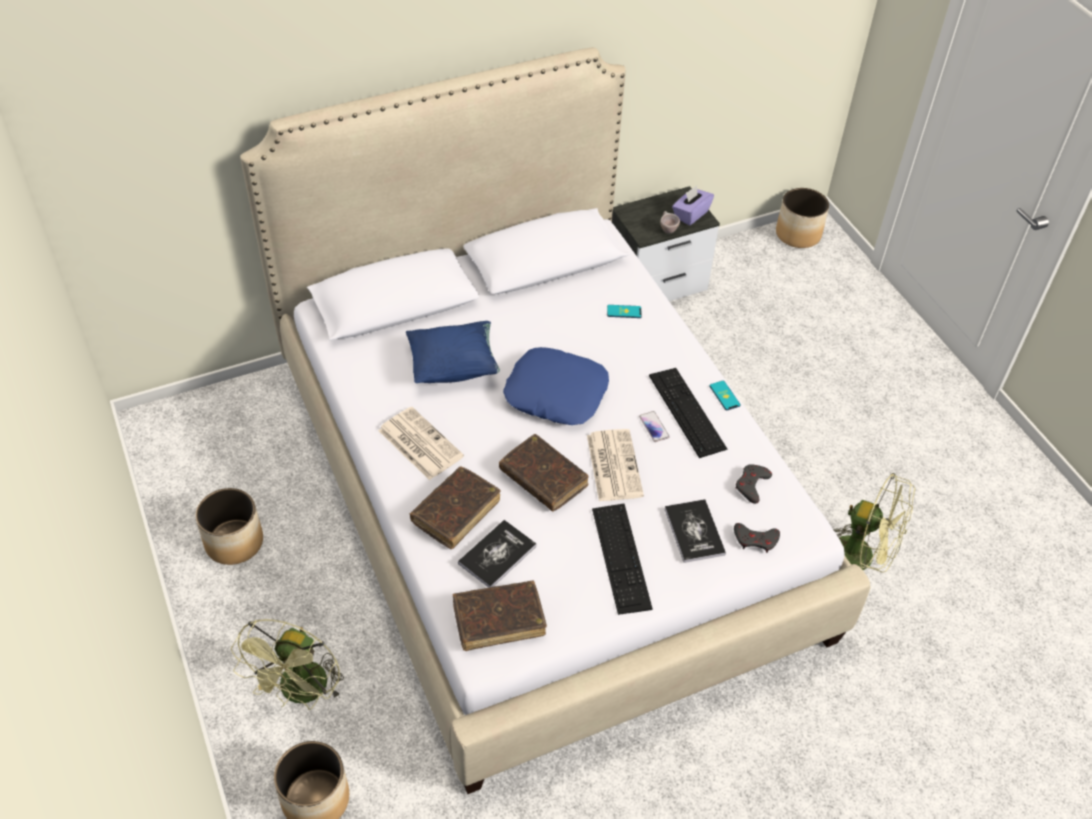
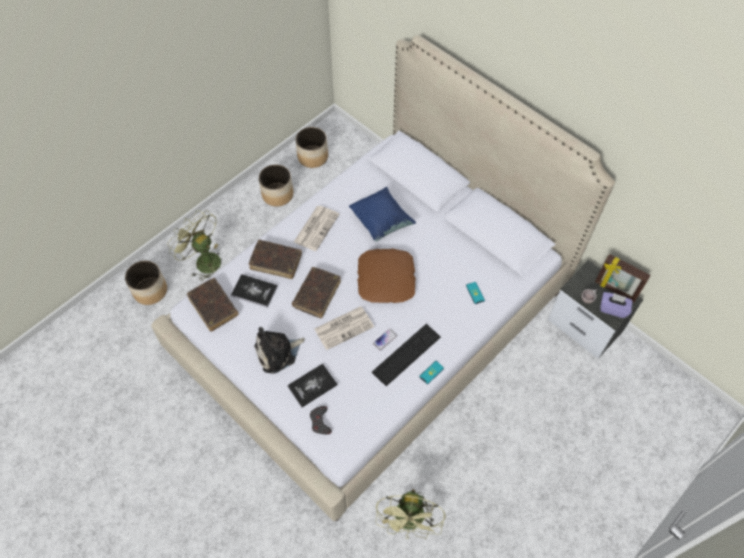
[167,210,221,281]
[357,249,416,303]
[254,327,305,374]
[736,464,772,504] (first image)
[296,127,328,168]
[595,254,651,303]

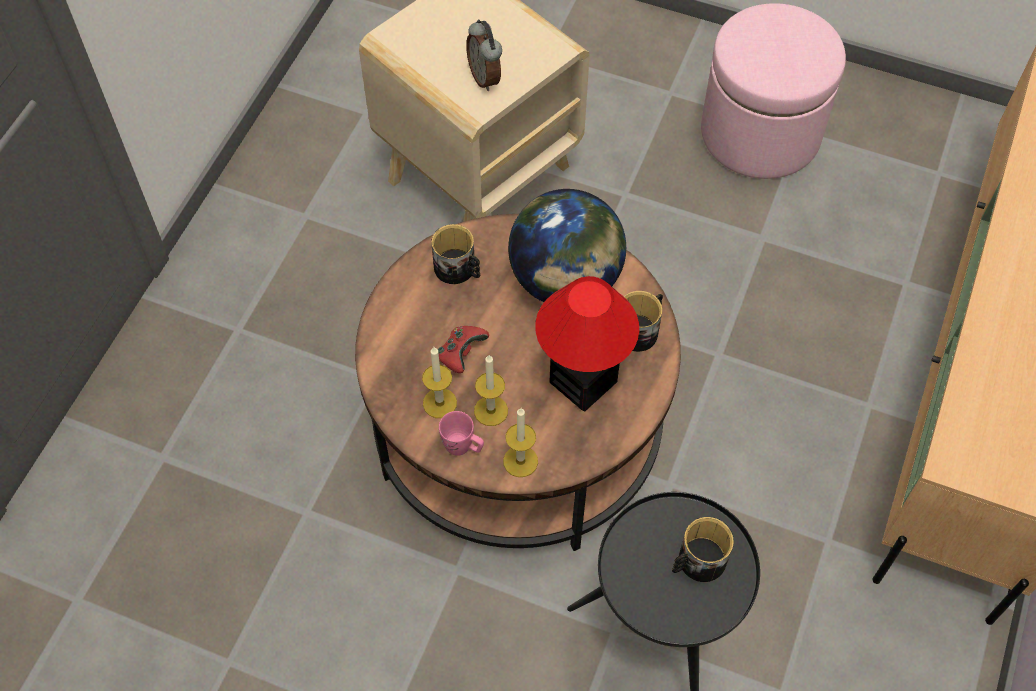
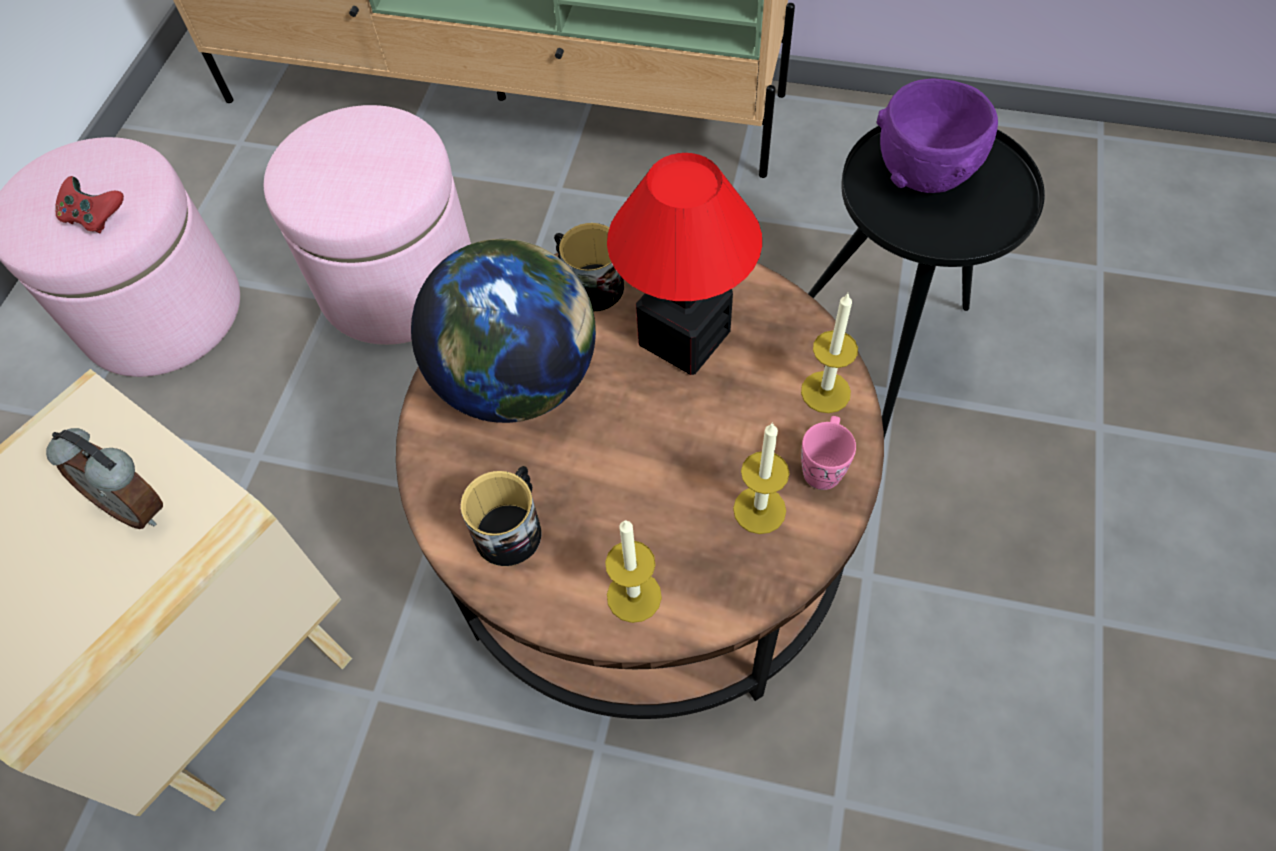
[55,176,124,233]
[46,428,163,529]
[605,520,662,623]
[877,78,998,193]
[264,105,471,345]

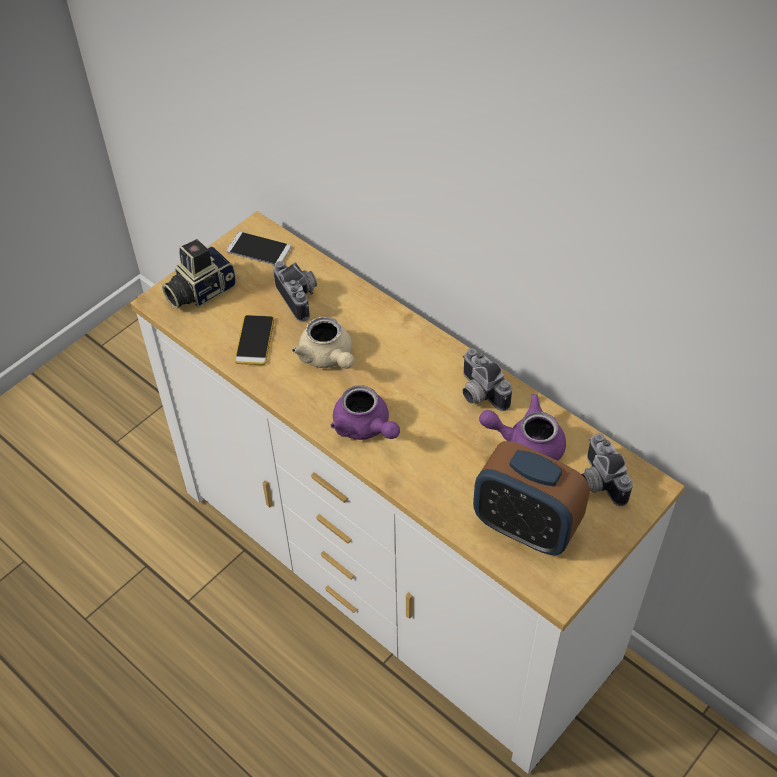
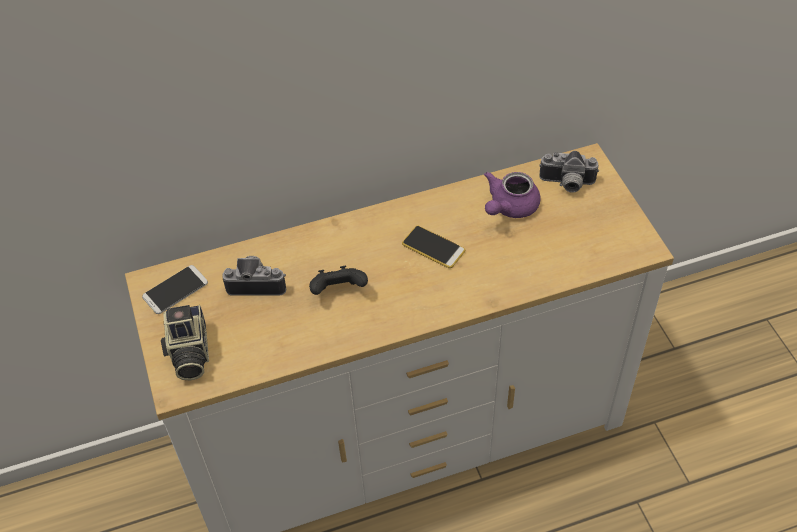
[402,226,465,268]
[309,266,368,295]
[331,385,400,440] (first image)
[463,348,512,411] (first image)
[473,441,590,555] (first image)

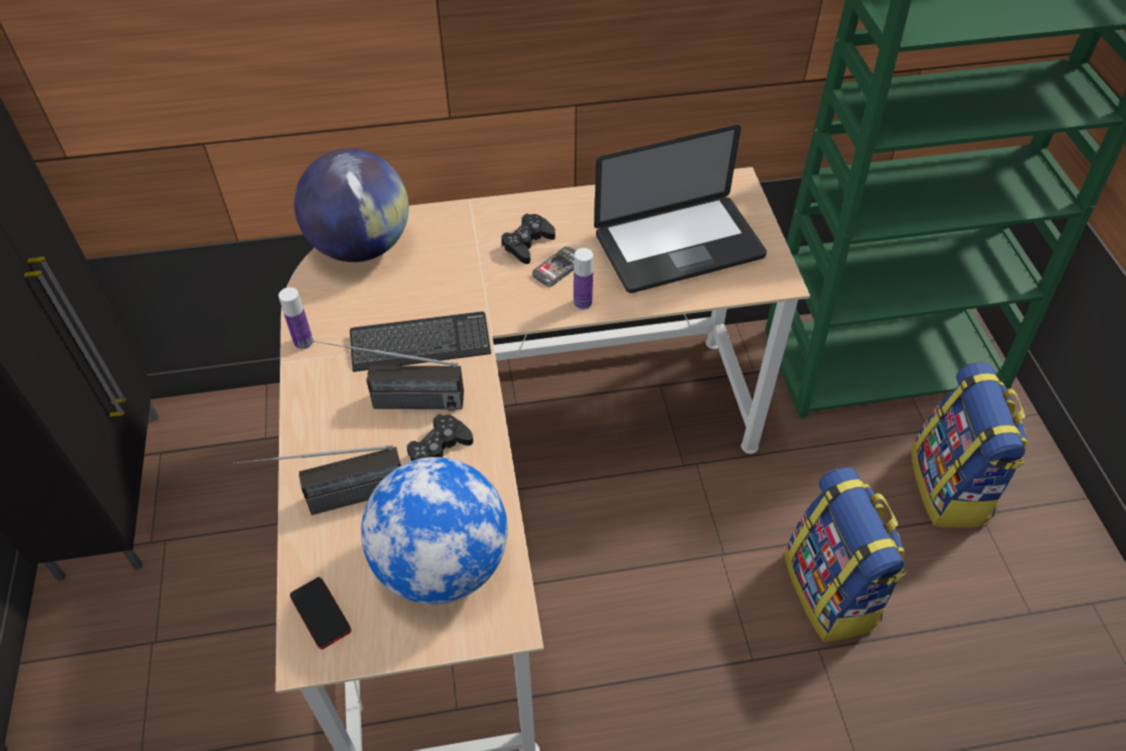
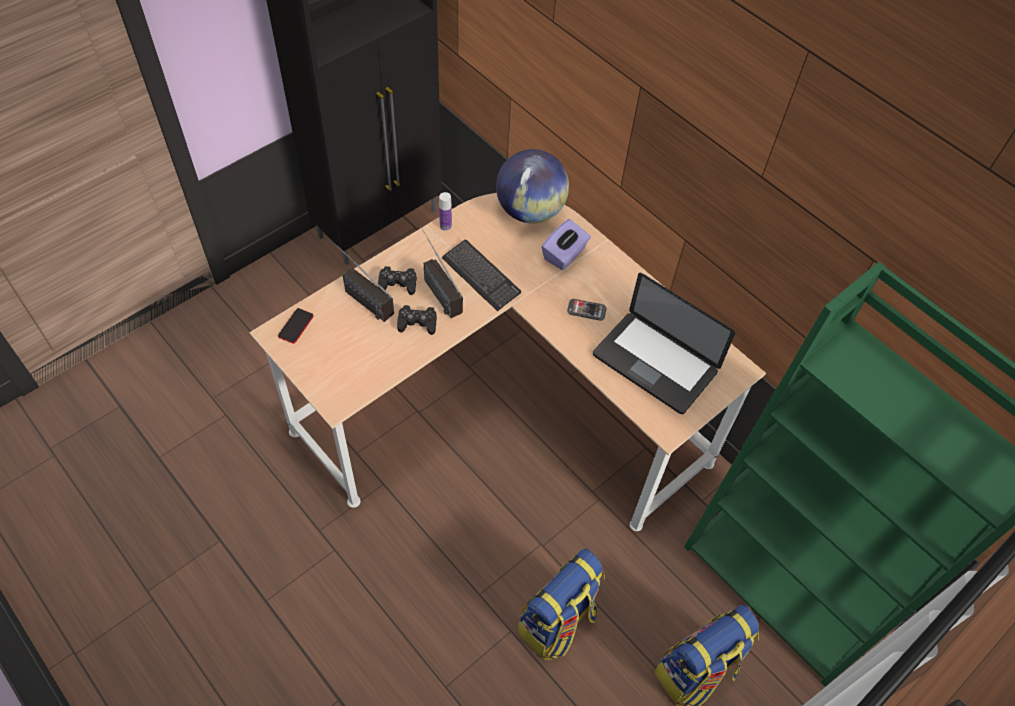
[361,457,508,604] (first image)
[378,266,417,295]
[573,248,593,310] (first image)
[542,219,591,270]

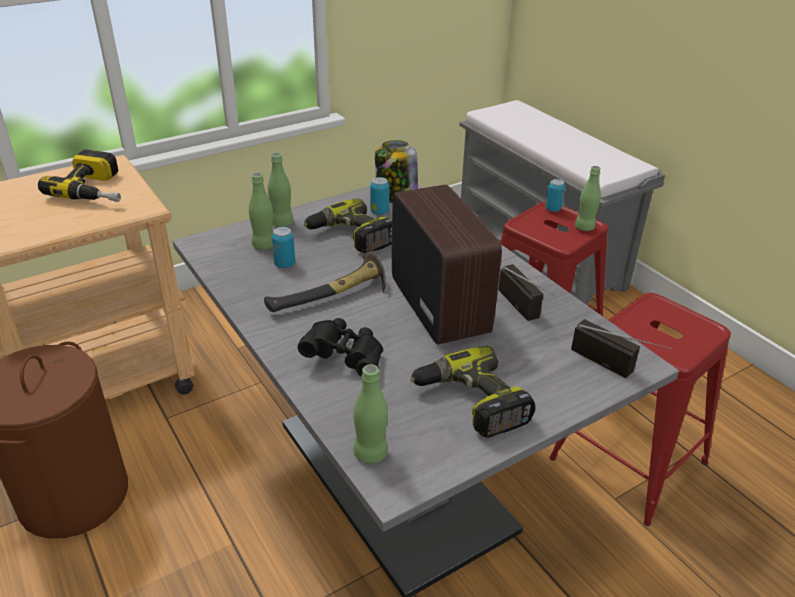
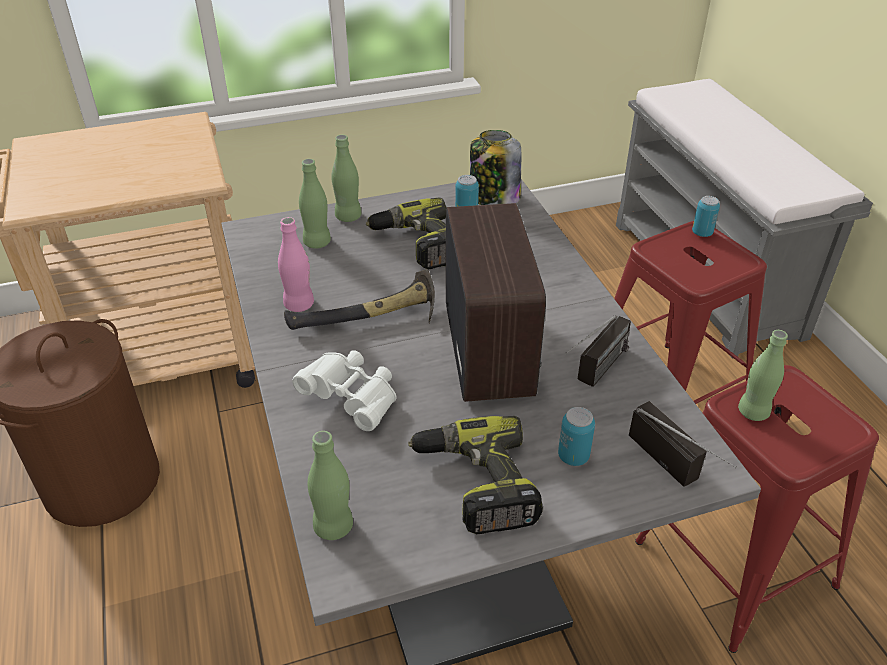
[38,149,121,202] (first image)
[558,407,595,466]
[293,350,396,431]
[565,315,631,387]
[738,330,788,421]
[278,217,314,312]

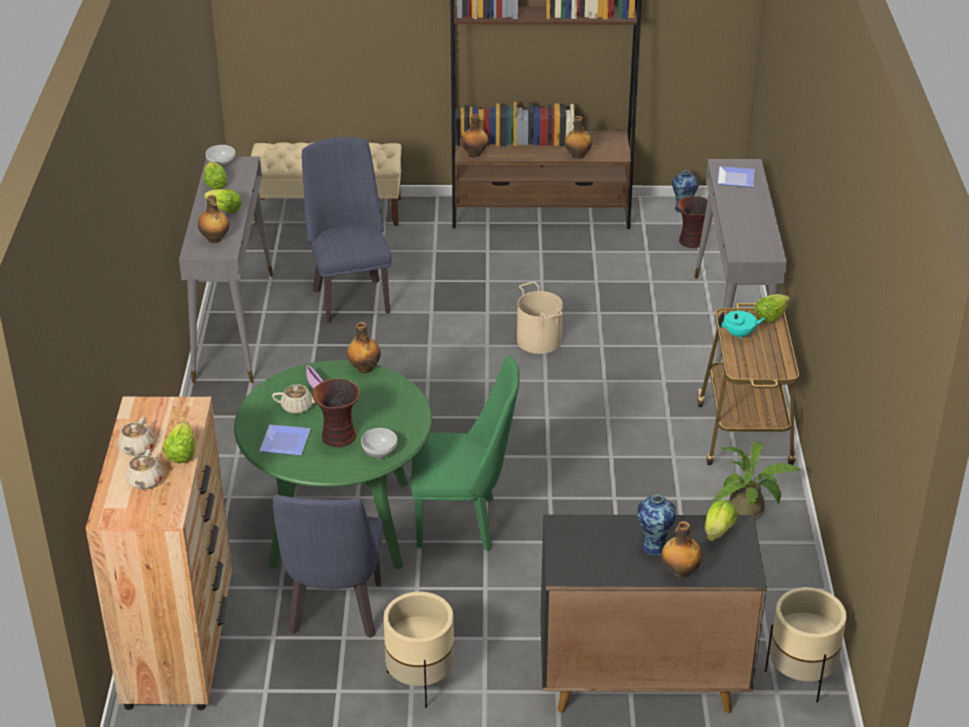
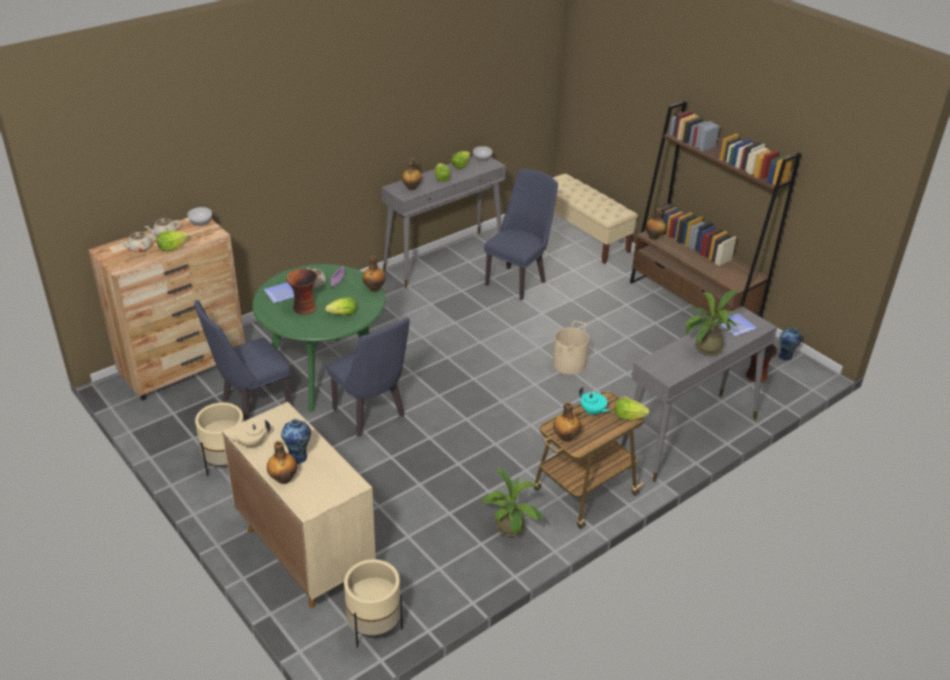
[188,207,212,226]
[327,318,410,437]
[222,402,376,608]
[553,402,581,442]
[325,297,356,315]
[227,420,271,448]
[686,290,738,356]

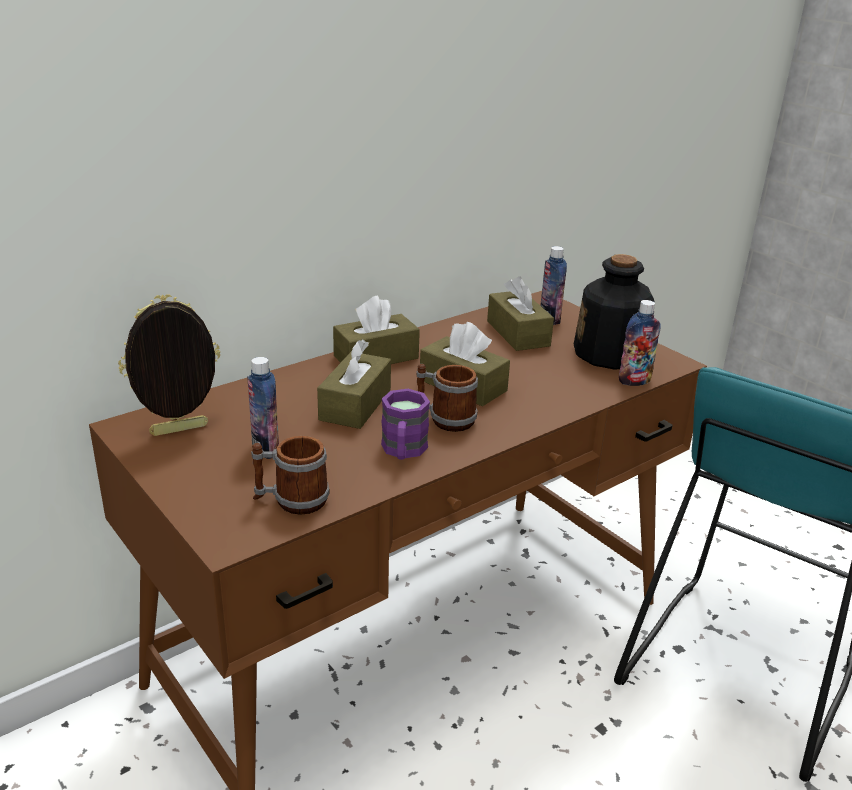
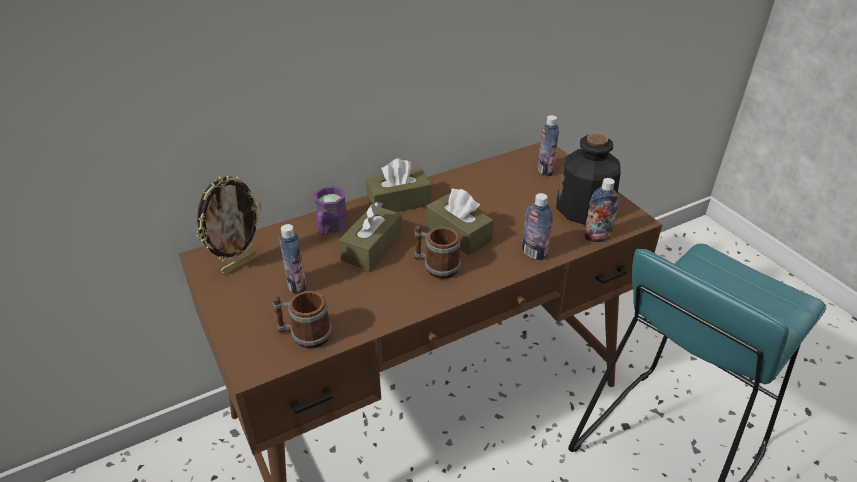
[197,175,262,275]
[314,186,348,235]
[487,276,554,351] (first image)
[522,193,553,260]

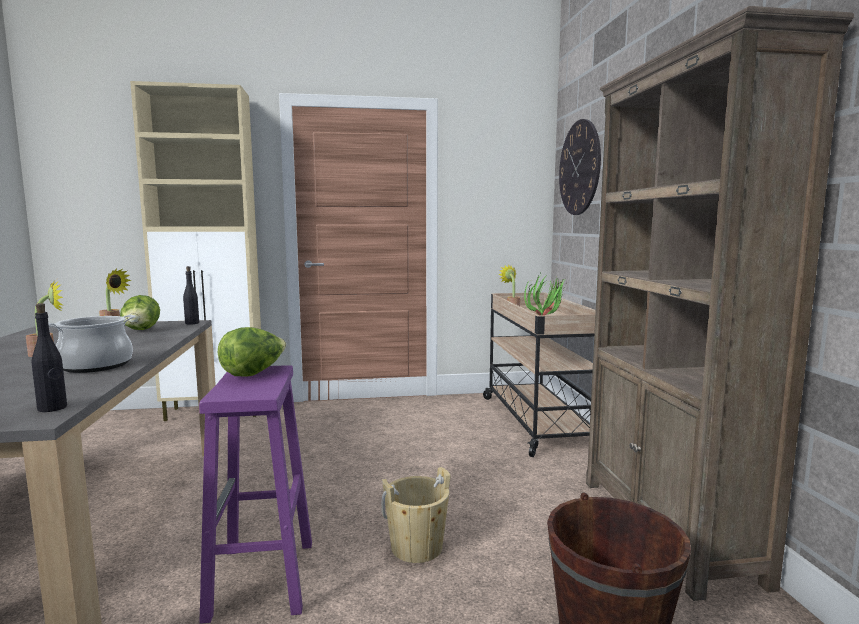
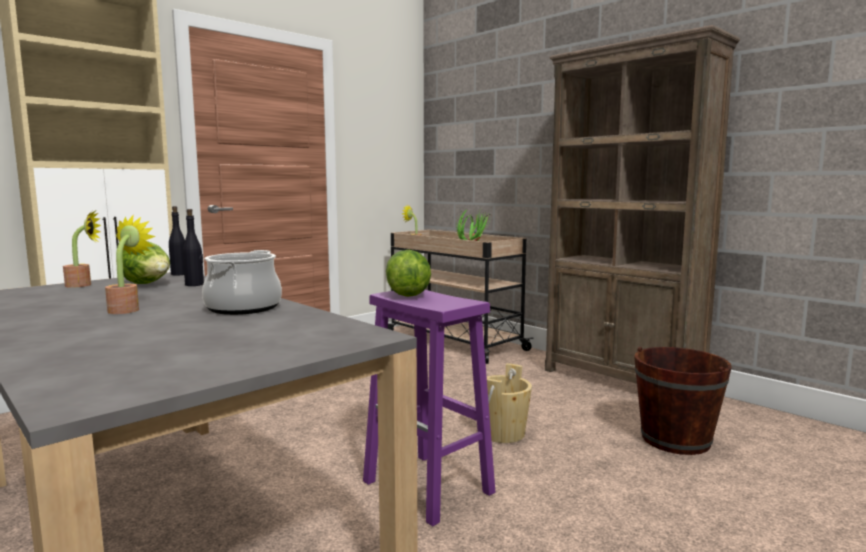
[183,209,204,286]
[559,119,601,215] (first image)

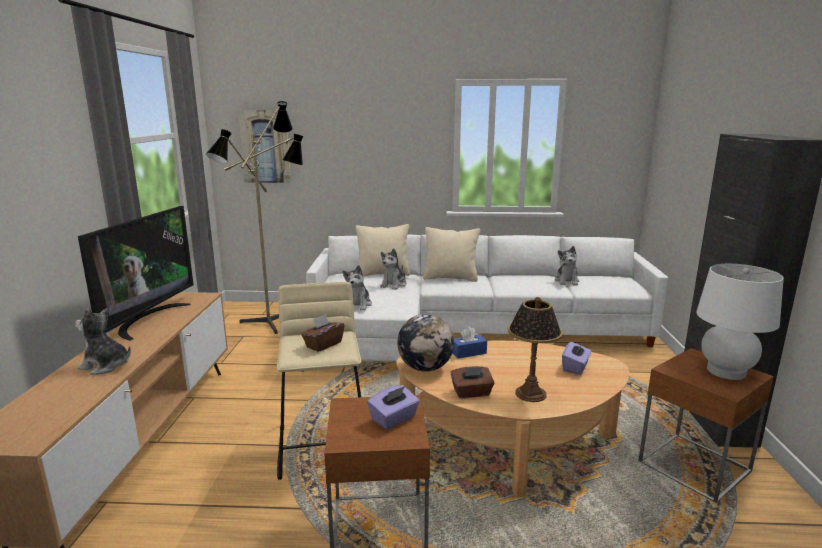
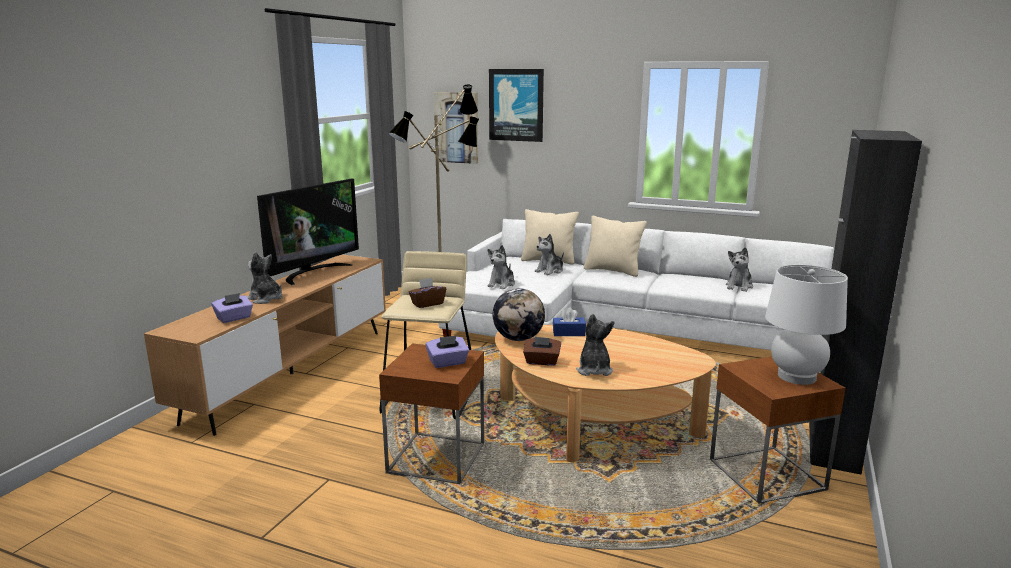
[576,314,615,376]
[212,293,253,323]
[489,69,544,142]

